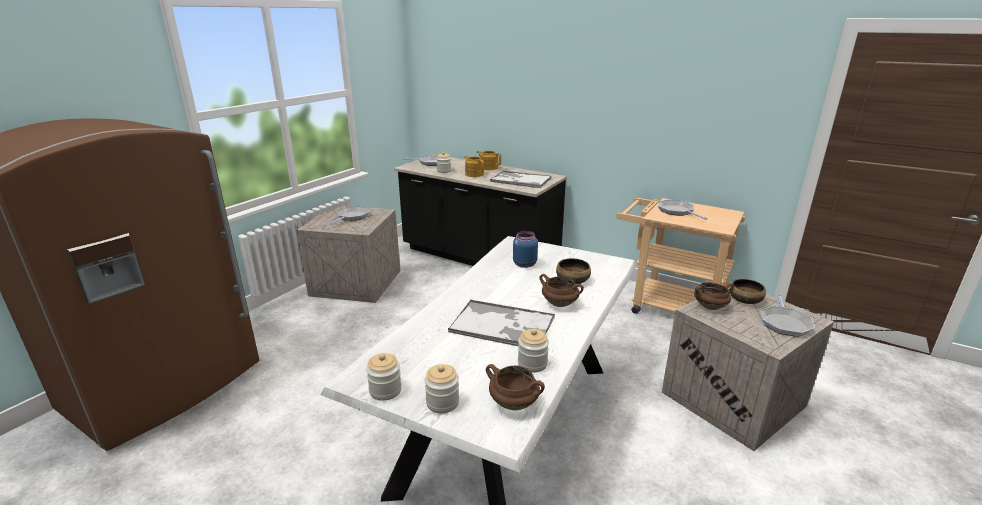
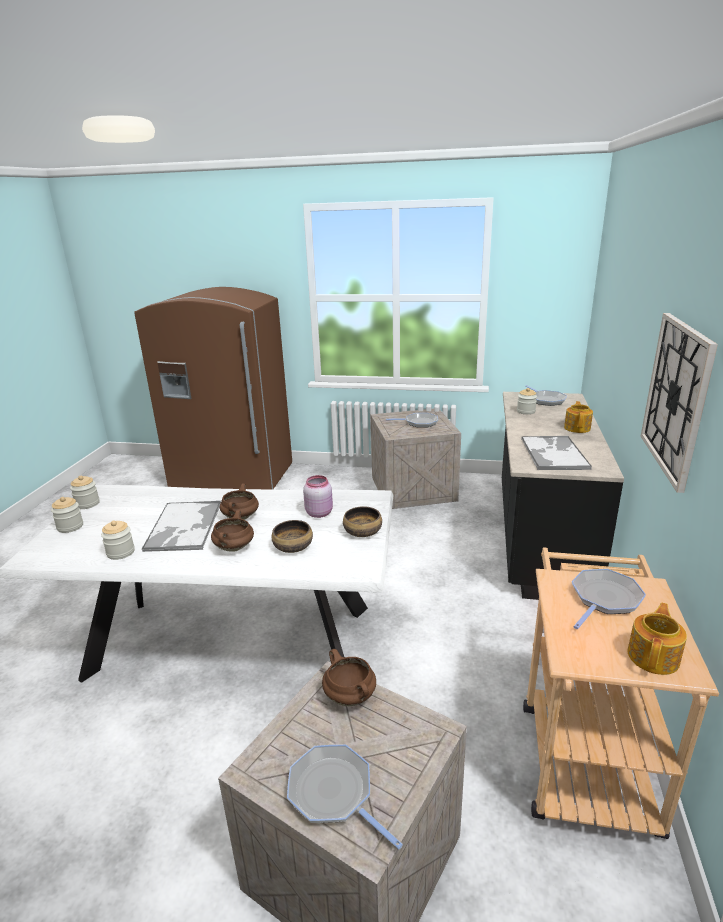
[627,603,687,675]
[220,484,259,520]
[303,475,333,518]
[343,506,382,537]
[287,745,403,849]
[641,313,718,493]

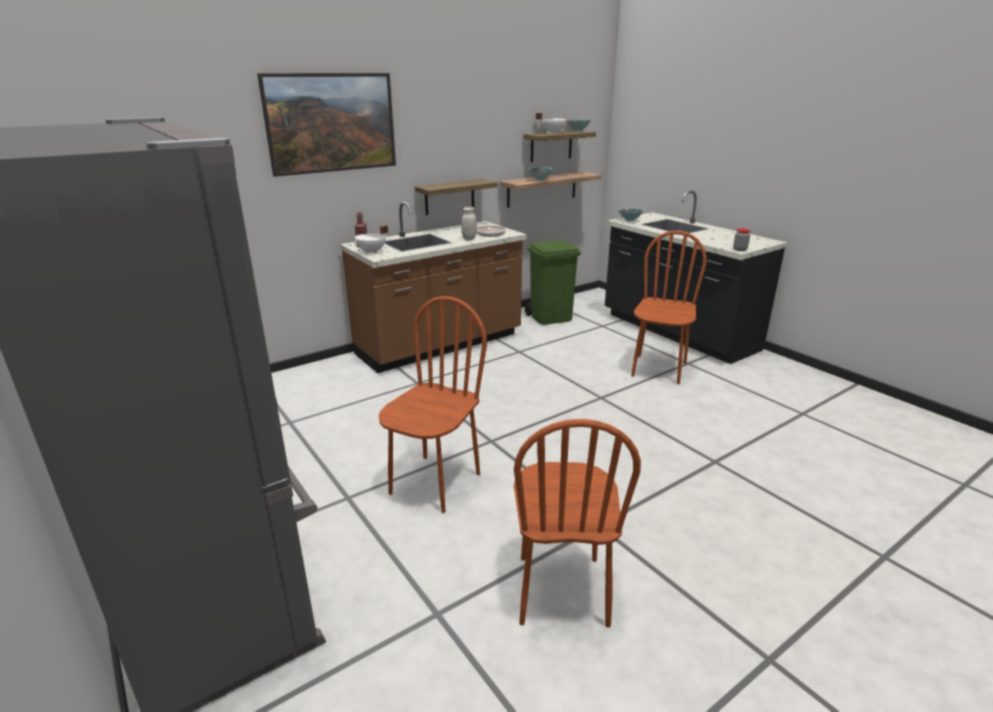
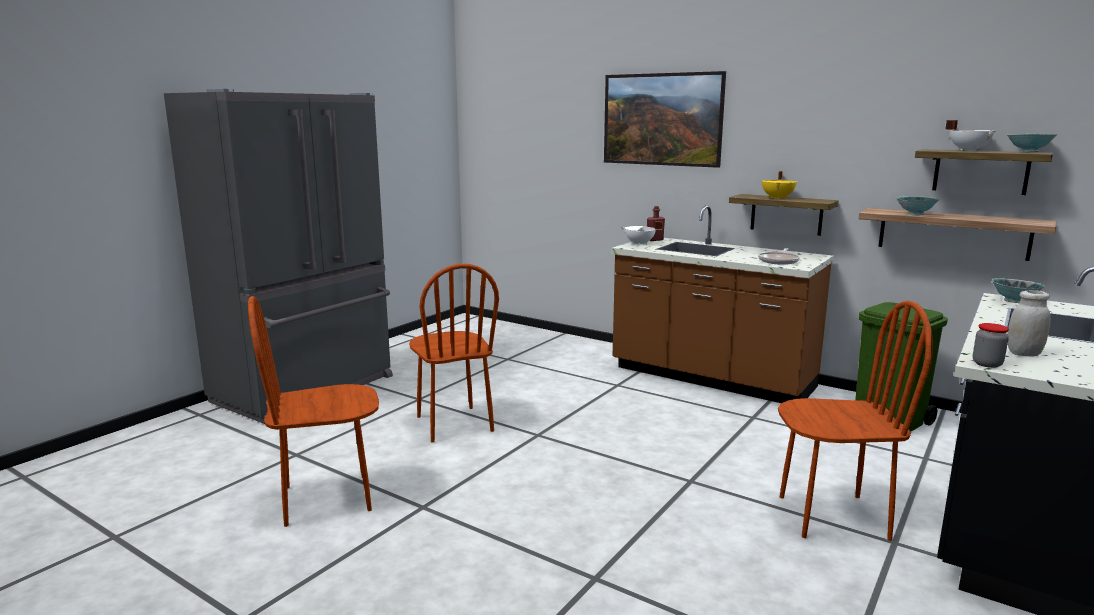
[409,264,499,443]
[1007,290,1051,357]
[762,171,797,199]

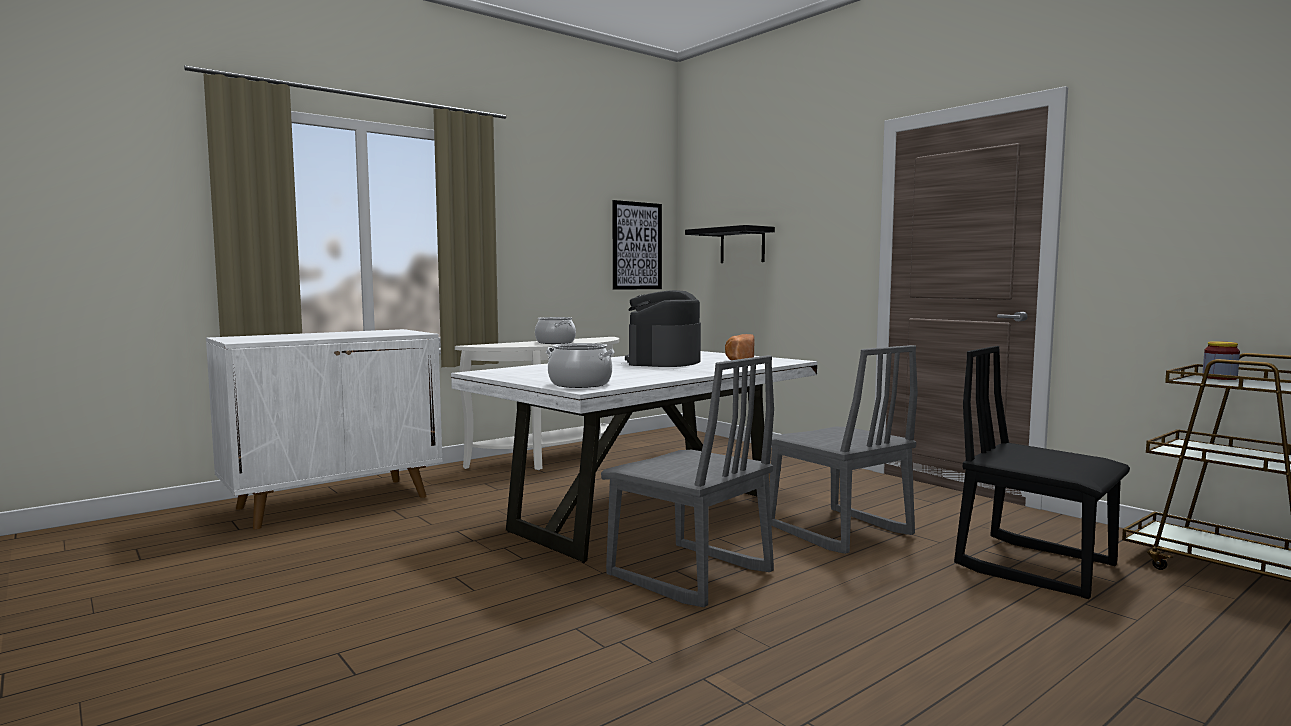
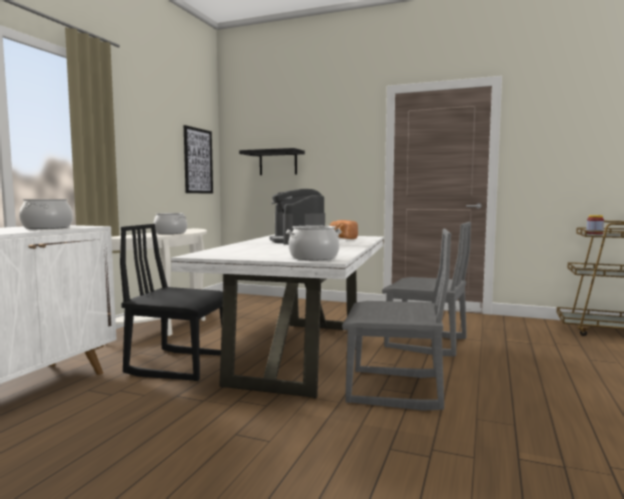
[120,224,223,381]
[19,199,73,229]

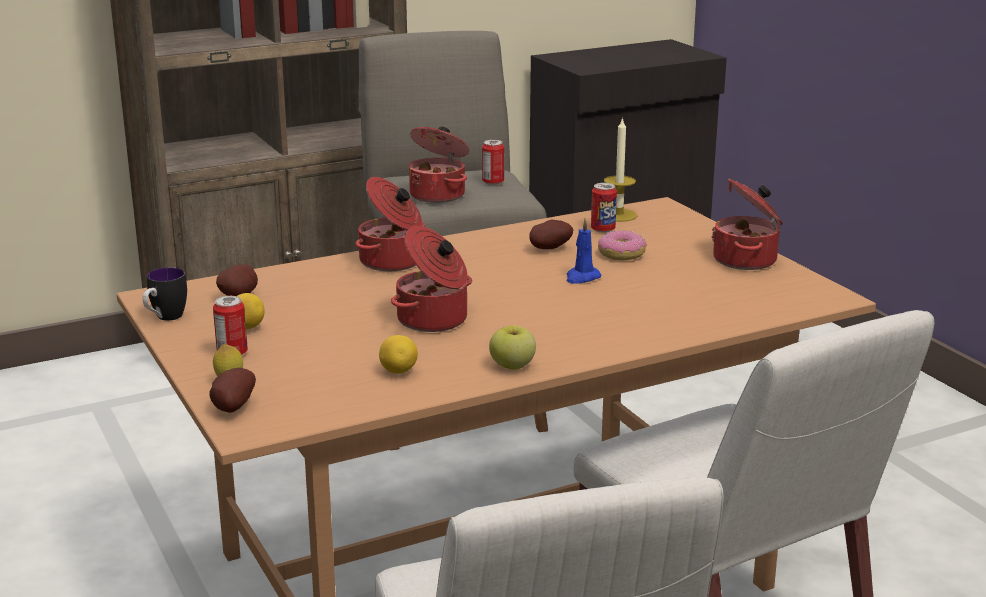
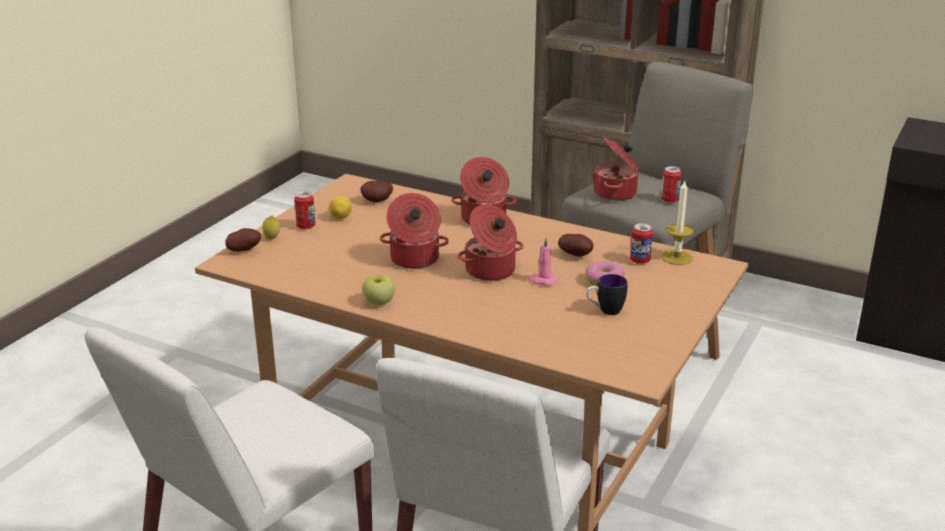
[586,274,627,315]
[379,335,418,374] (first image)
[528,237,558,286]
[457,204,523,281]

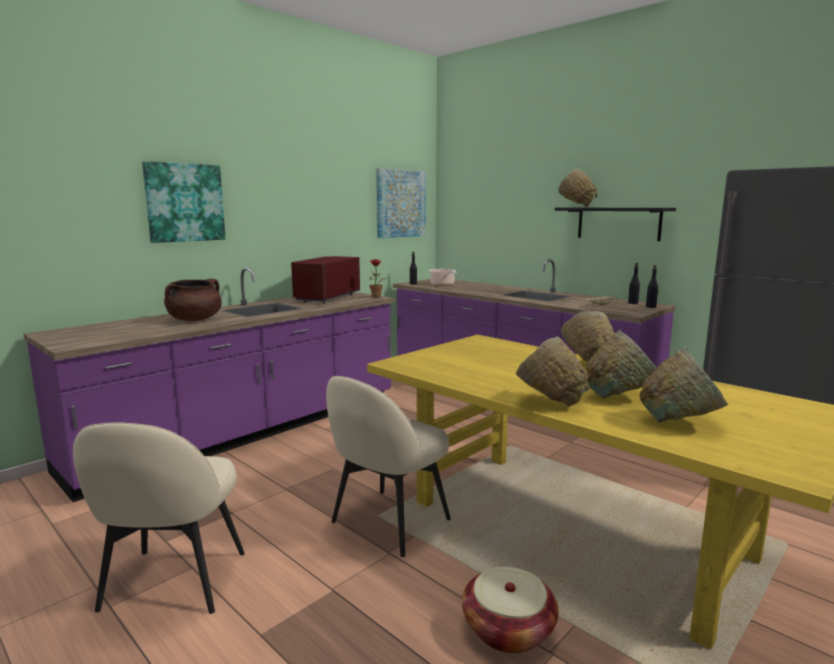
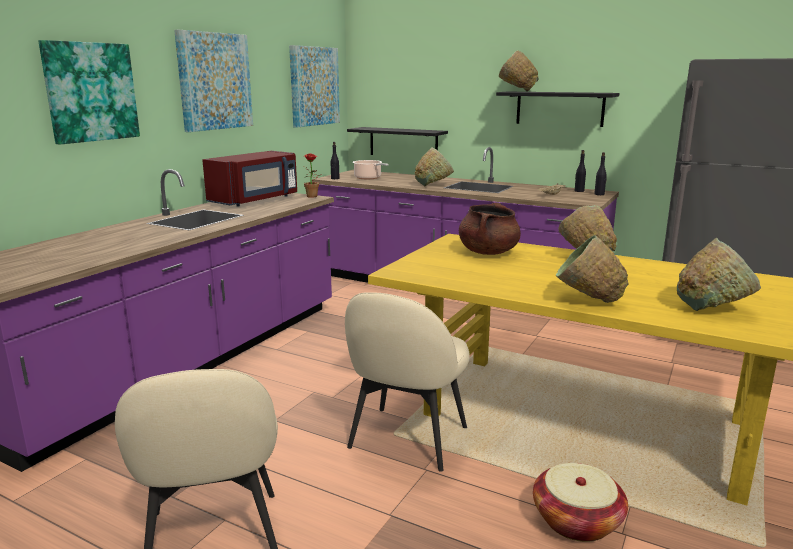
[459,203,521,255]
[202,151,297,207]
[415,147,454,186]
[174,30,253,132]
[347,127,448,155]

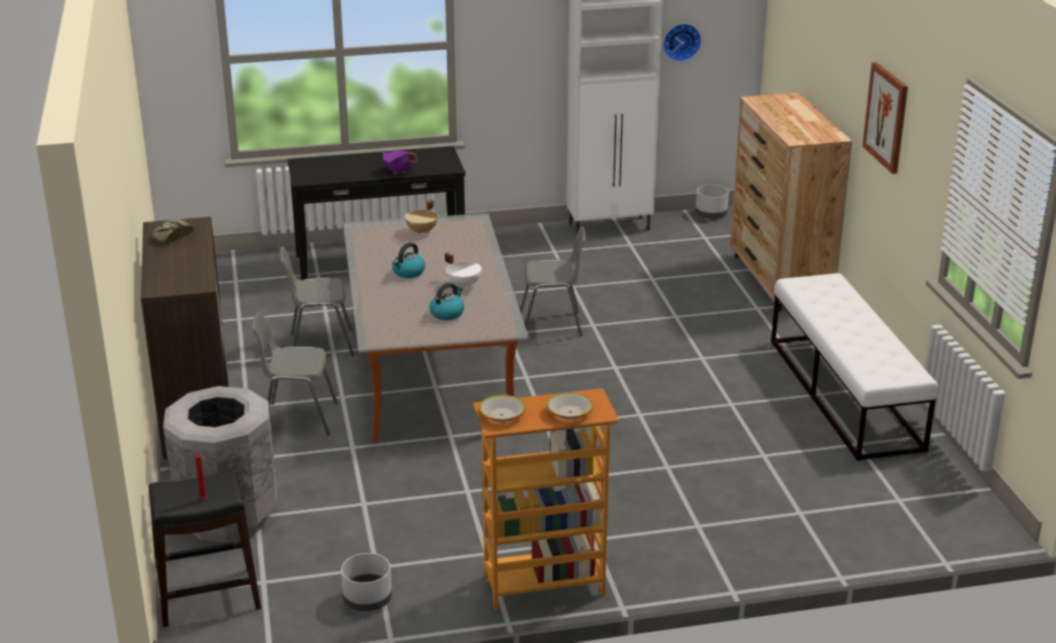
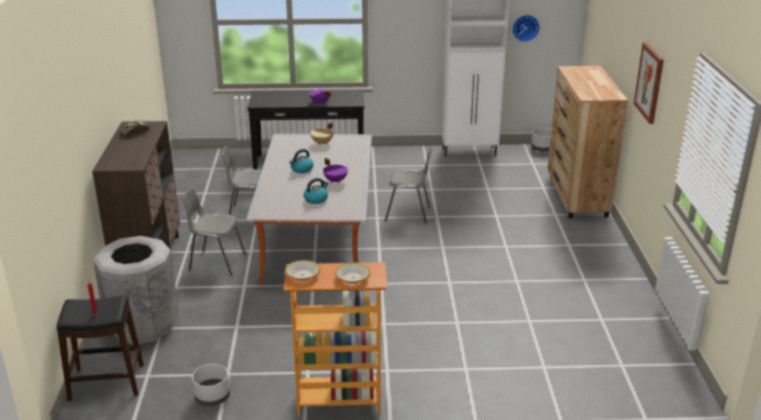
[323,158,348,183]
[771,273,939,461] (first image)

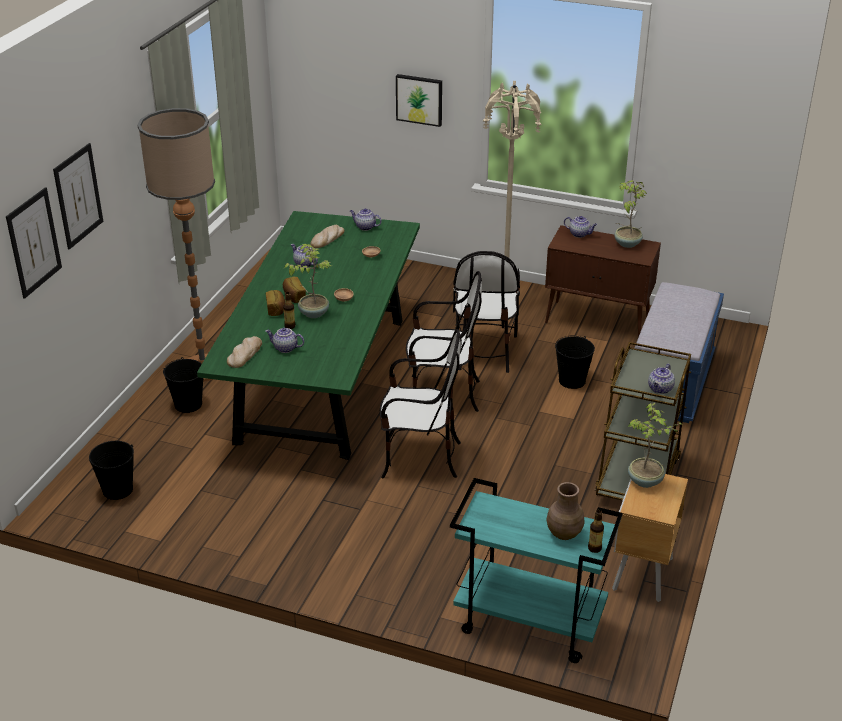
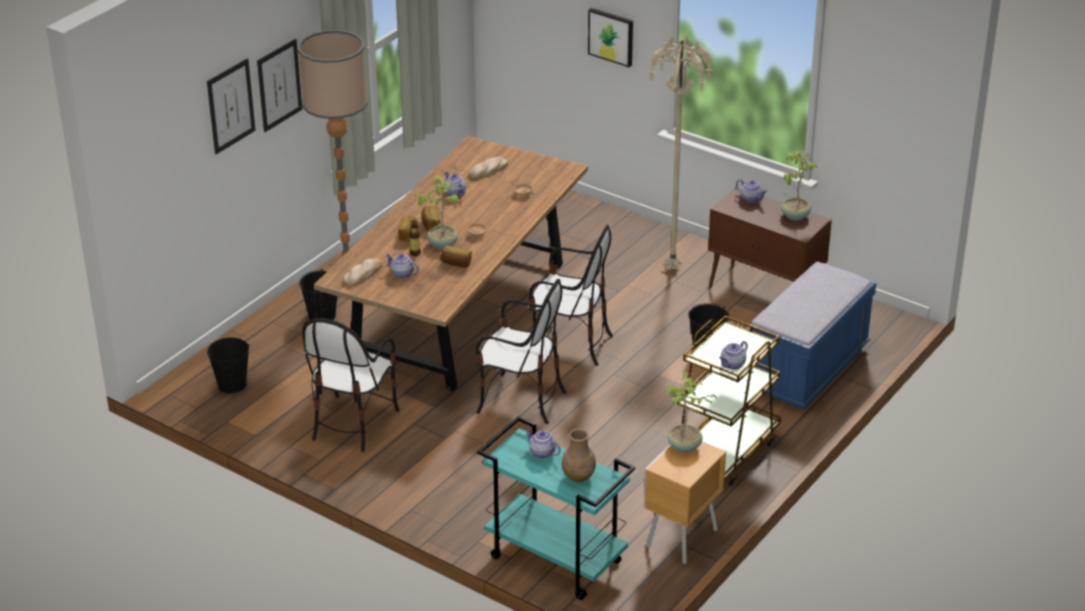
[257,39,302,132]
[314,136,588,392]
[525,429,561,459]
[302,318,400,452]
[588,510,604,553] (first image)
[440,245,472,268]

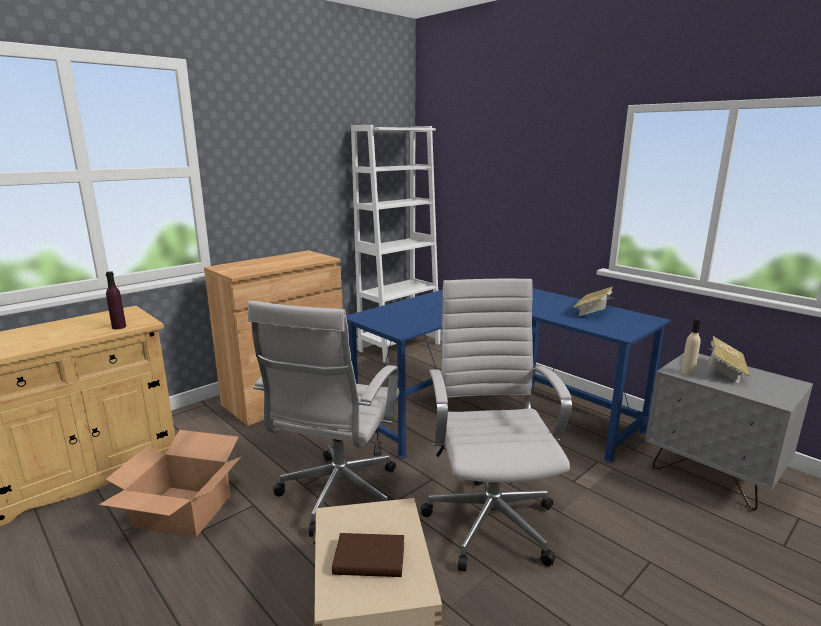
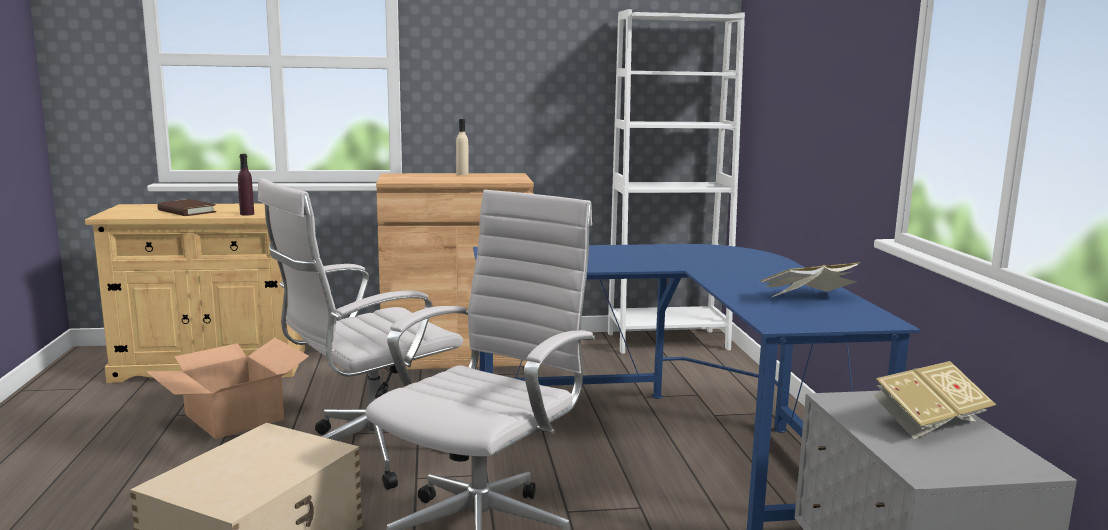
[157,199,216,216]
[456,119,469,175]

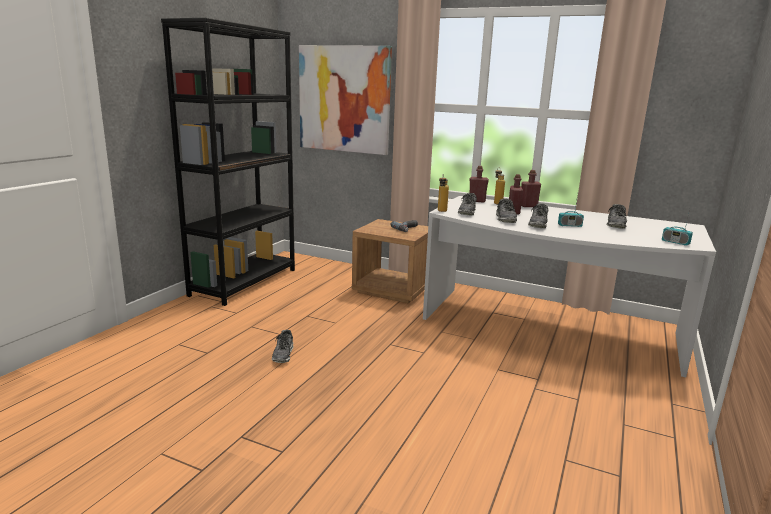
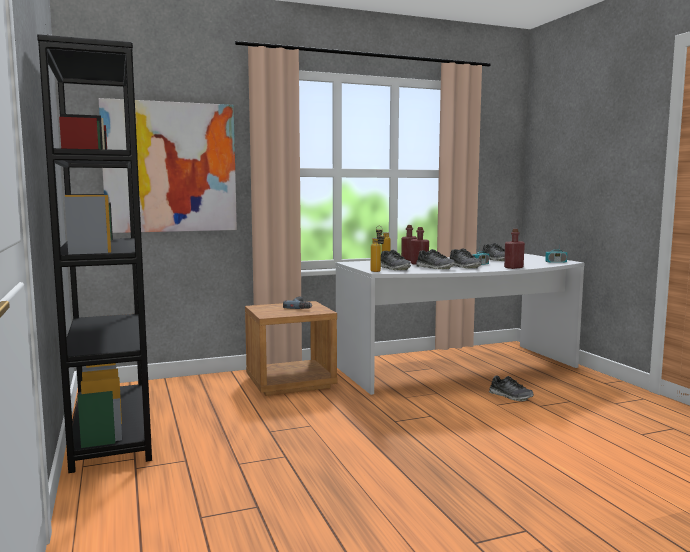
[489,375,534,401]
[504,229,525,269]

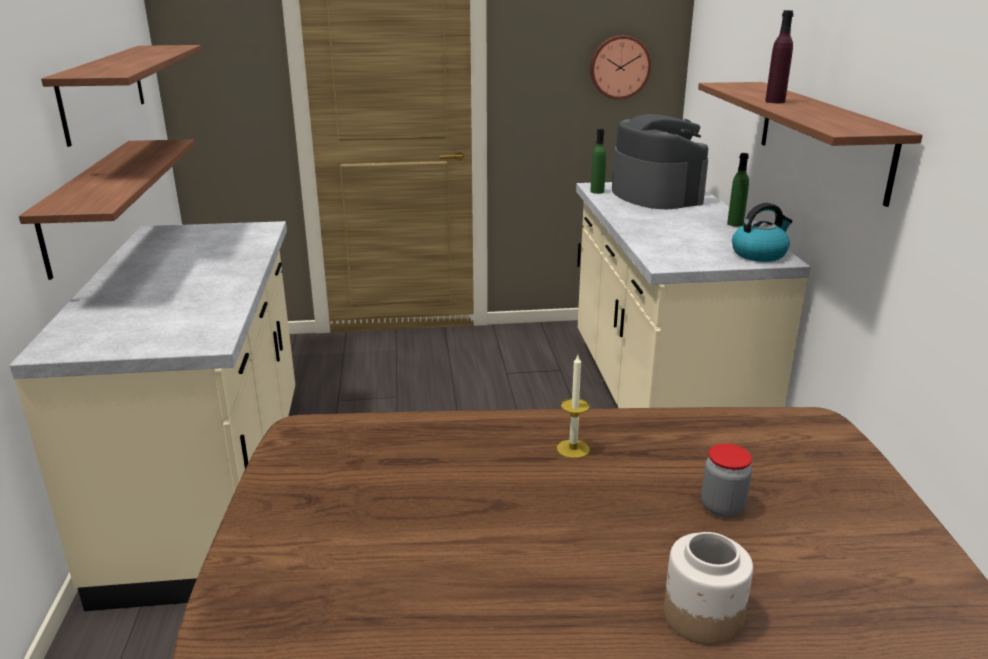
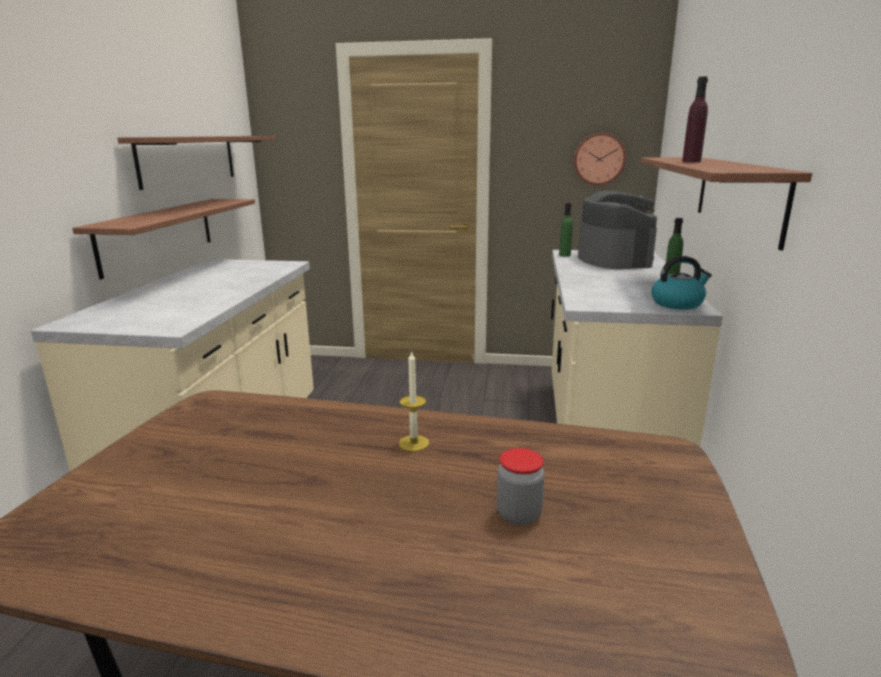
[664,532,753,646] (first image)

